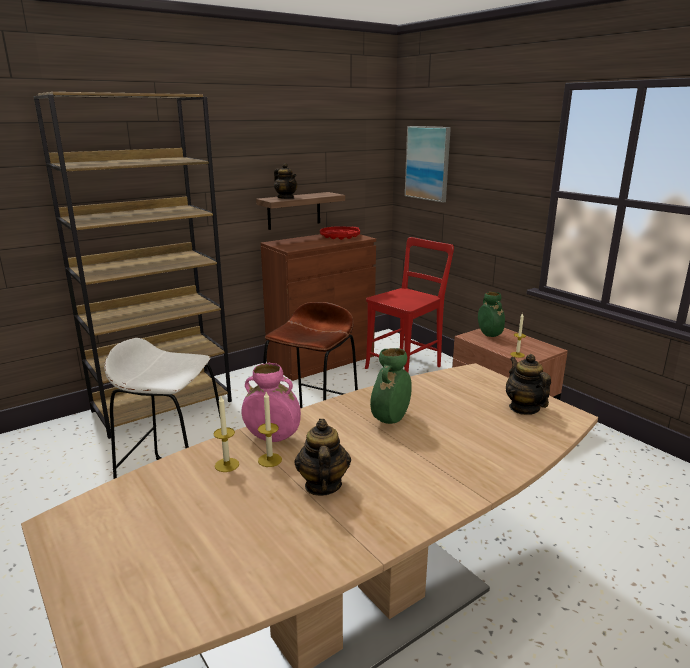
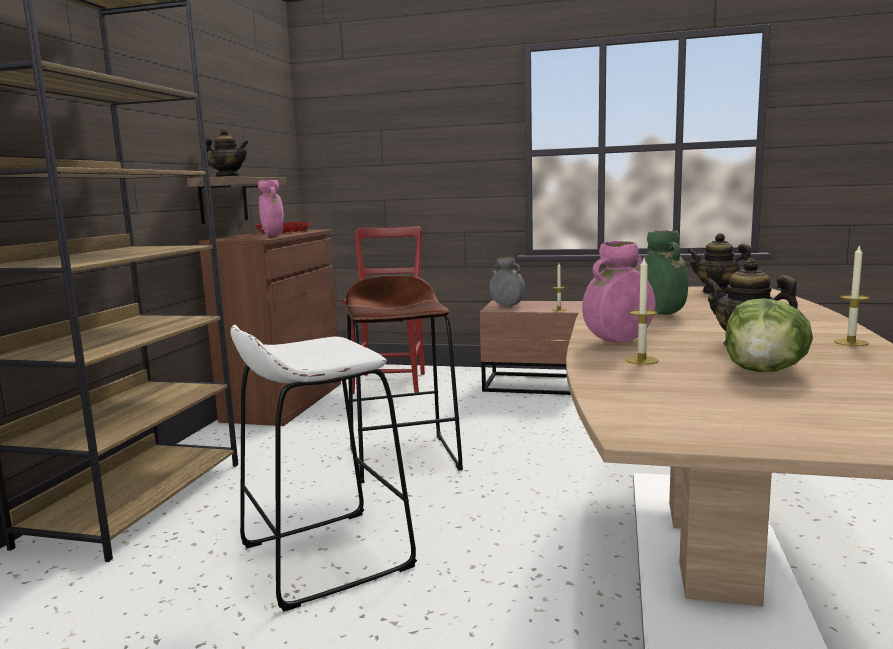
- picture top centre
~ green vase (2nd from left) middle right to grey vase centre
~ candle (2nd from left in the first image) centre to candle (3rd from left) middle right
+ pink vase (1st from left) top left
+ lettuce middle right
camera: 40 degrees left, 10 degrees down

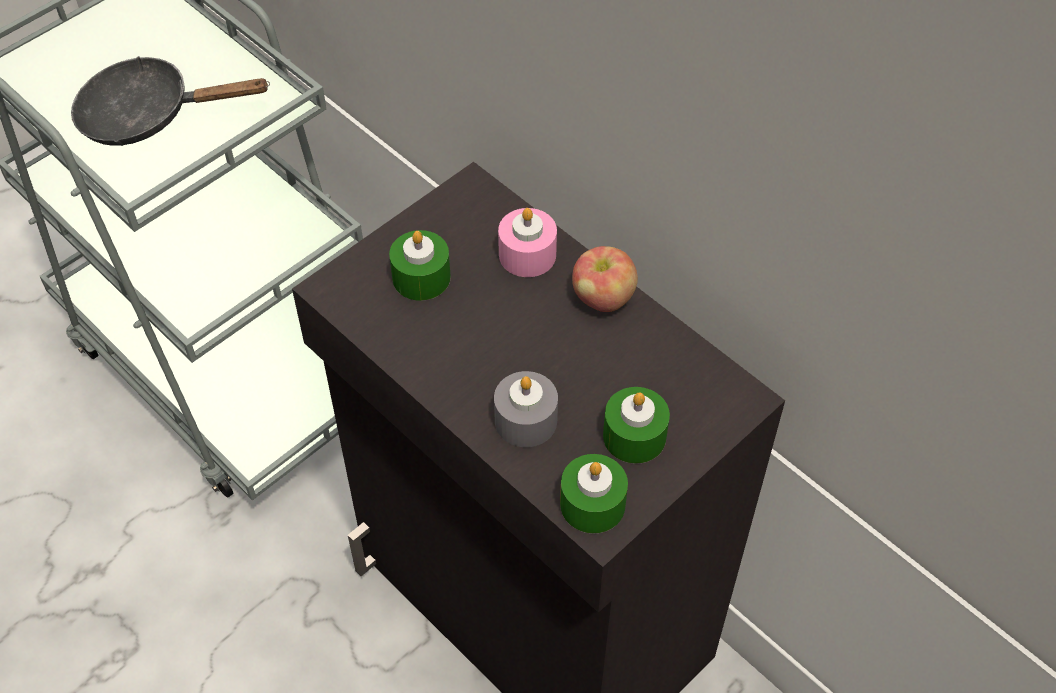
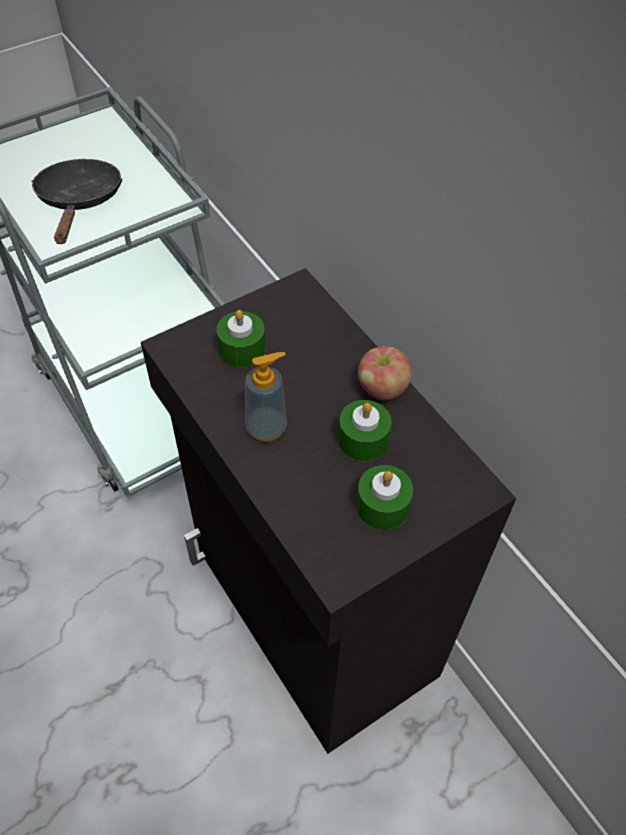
~ black frying pan top left = top left 75 degrees clockwise
- pink candle centre
- grey candle centre
~ green candle (2nd from left) bottom centre to centre
+ soap dispenser centre
camera: 10 degrees right, 0 degrees up

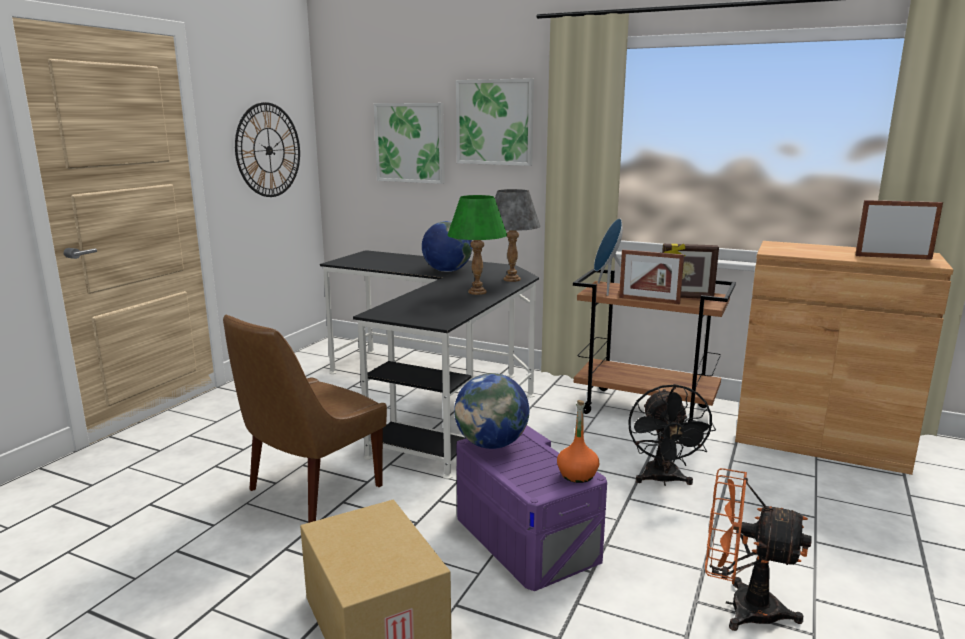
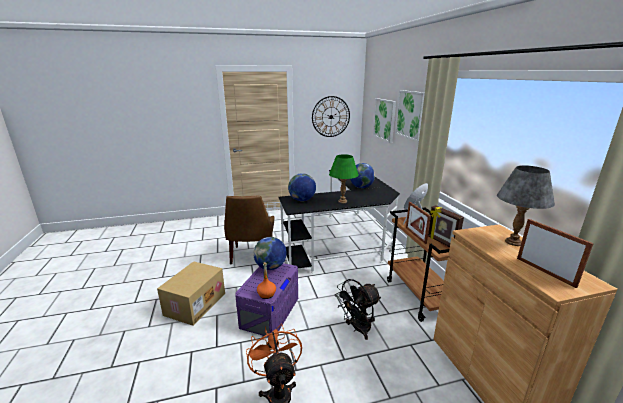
~ grey table lamp centre to middle right
~ brown chair middle left = centre 90 degrees counterclockwise
+ globe (2nd from left) centre
camera: 50 degrees right, 5 degrees up

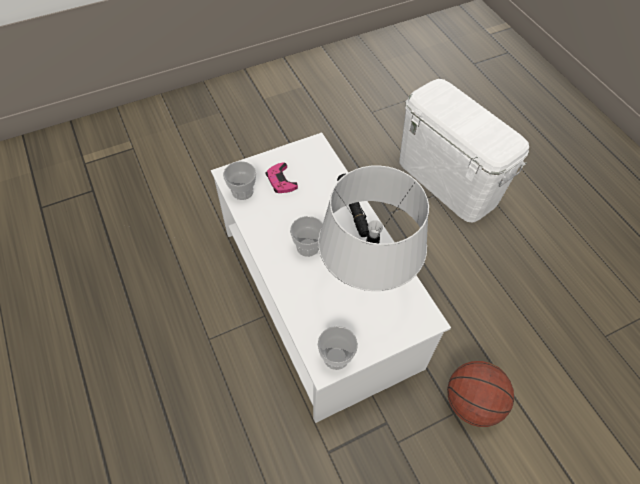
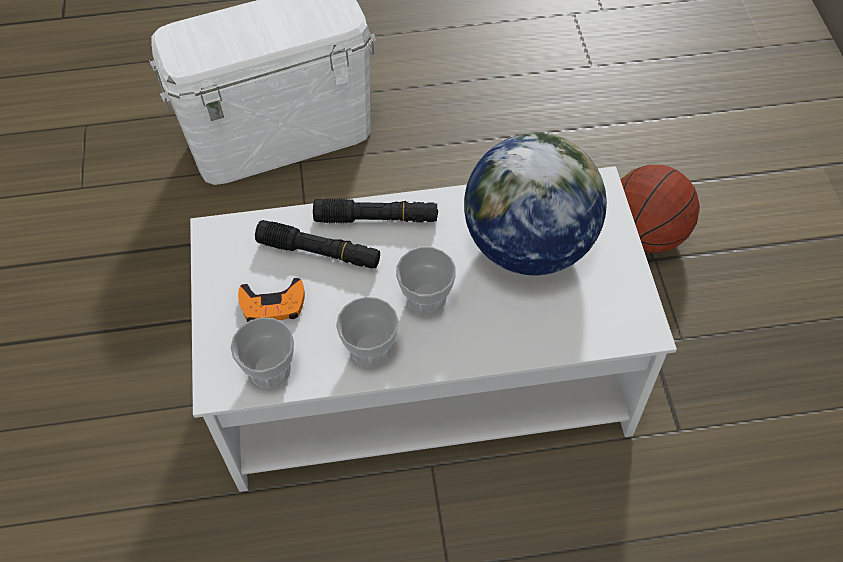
~ pink game controller centre to orange game controller middle left
~ grey table lamp centre to globe centre
~ cup (3rd from left in the first image) bottom centre to cup (2nd from left) centre
+ black flashlight (1st from left) centre
camera: 70 degrees left, 0 degrees up

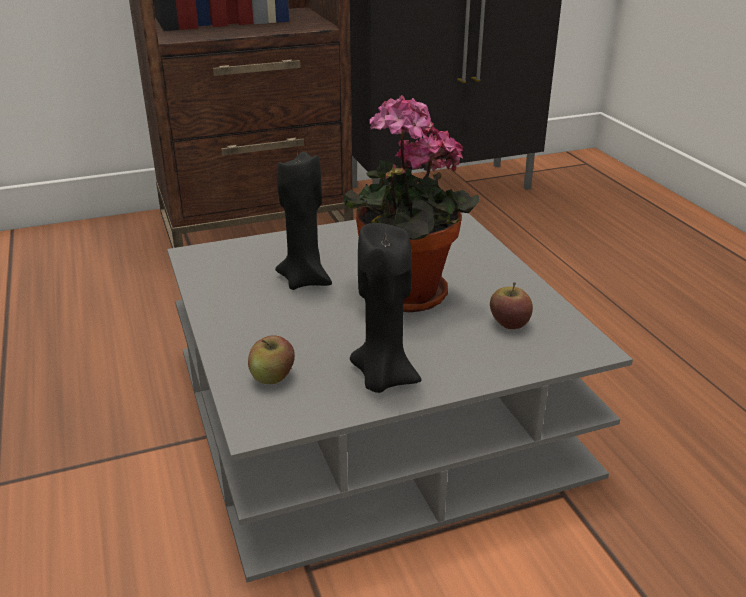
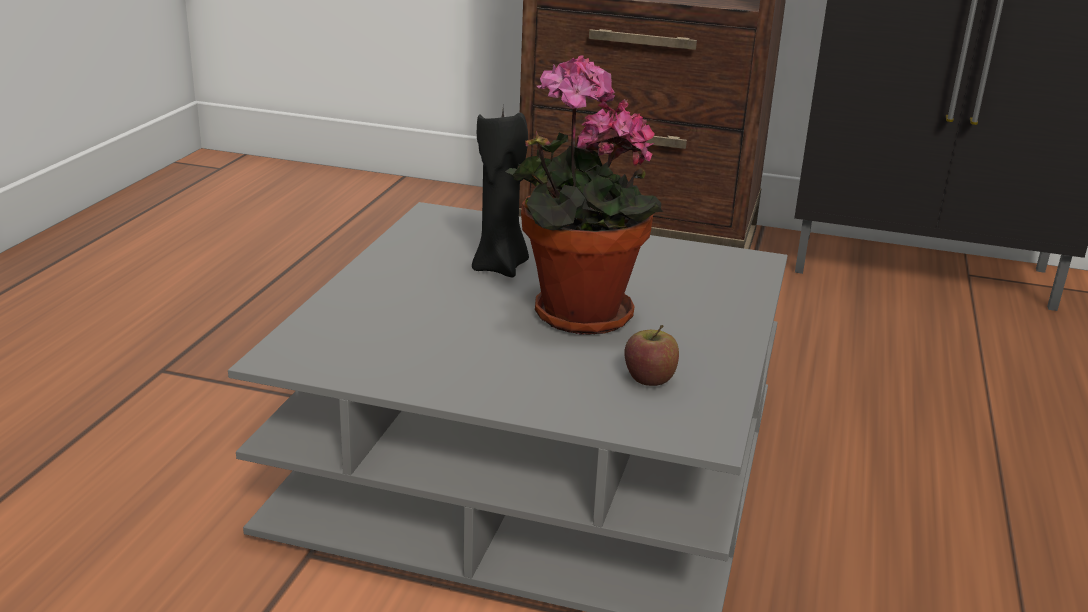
- black candle (2nd from left) centre
- apple (1st from left) centre
camera: 35 degrees right, 5 degrees down

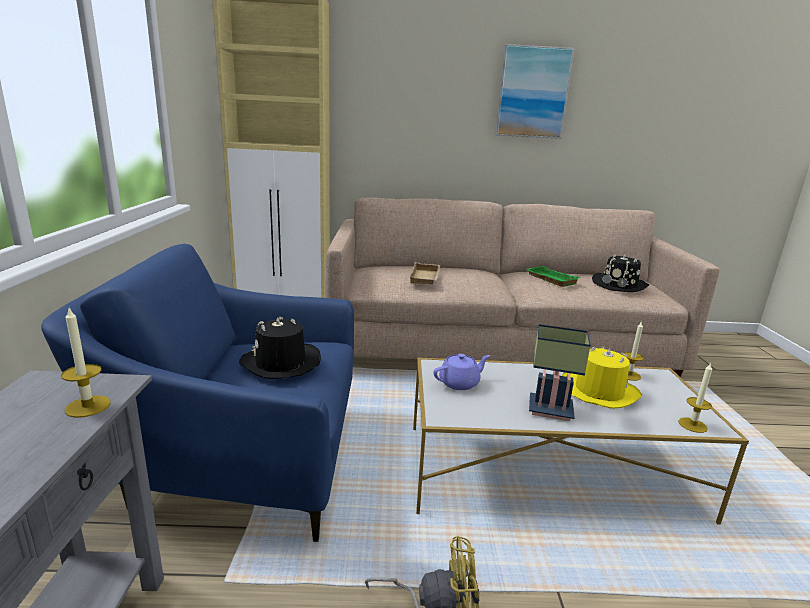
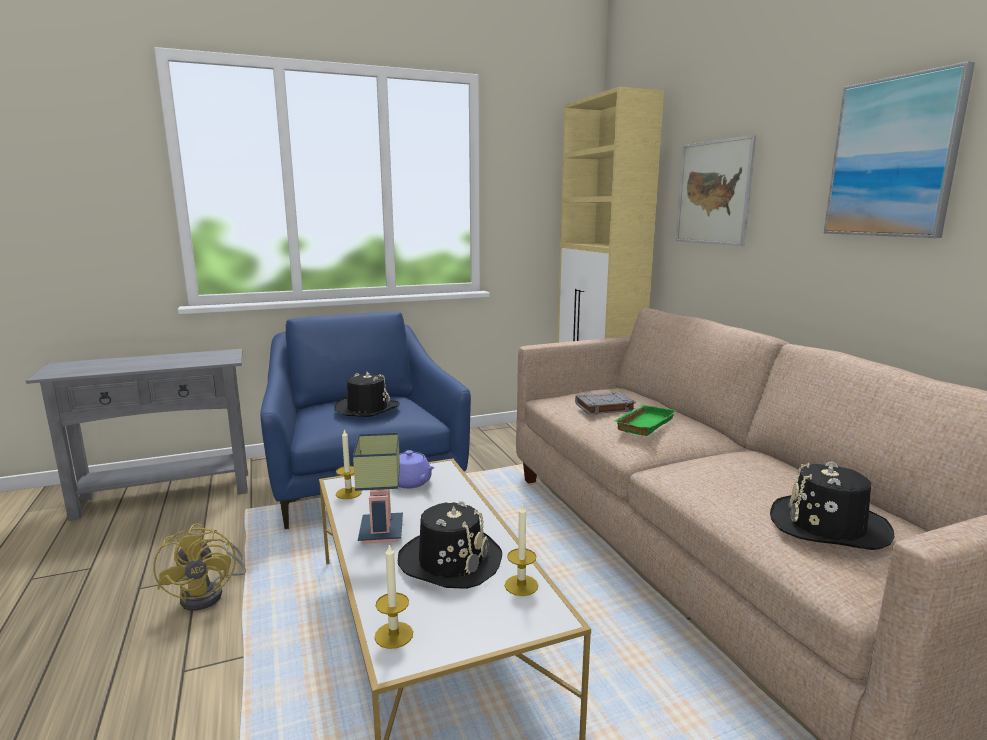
~ beige tray centre to grey book centre
~ green tray middle right to centre
~ candle (1st from left) middle left to centre
~ yellow hat middle right to black hat (2nd from left) bottom centre
+ picture (1st from left) top right
camera: 70 degrees right, 5 degrees down

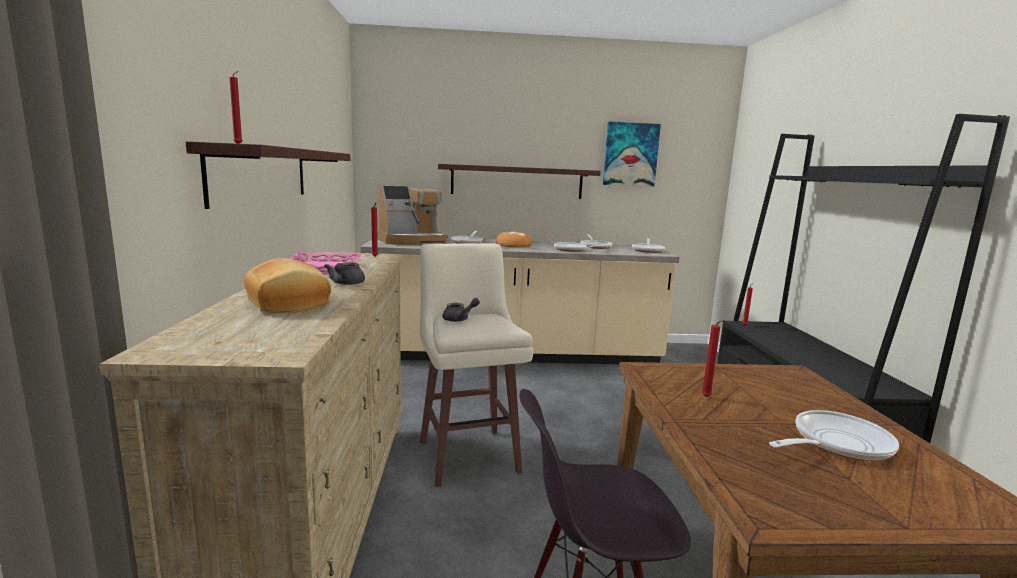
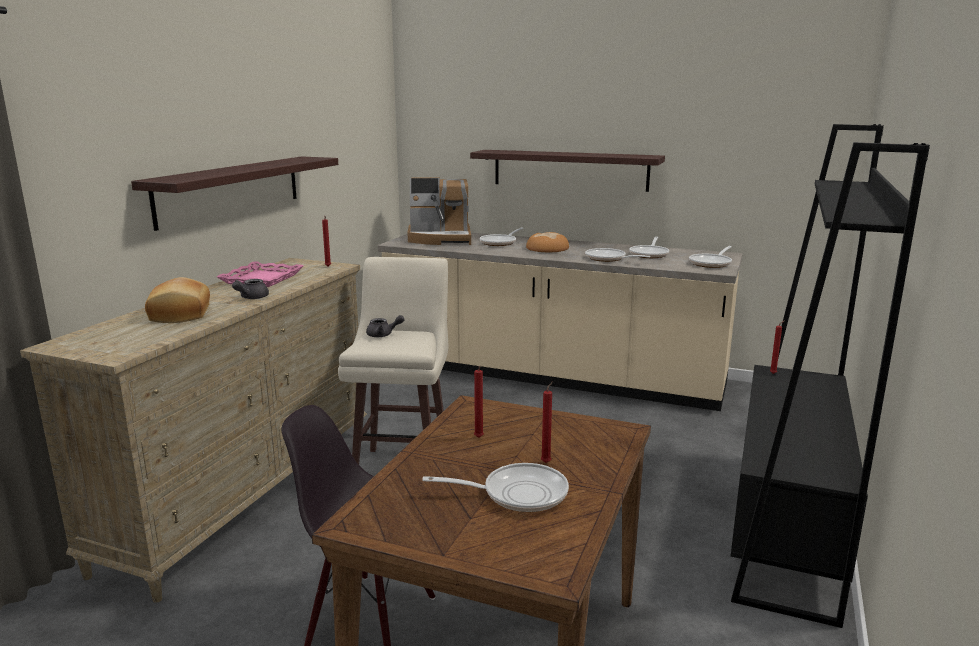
~ red candle (1st from left in the first image) top left to red candle (3rd from left) centre
- picture top centre
camera: 25 degrees right, 5 degrees up

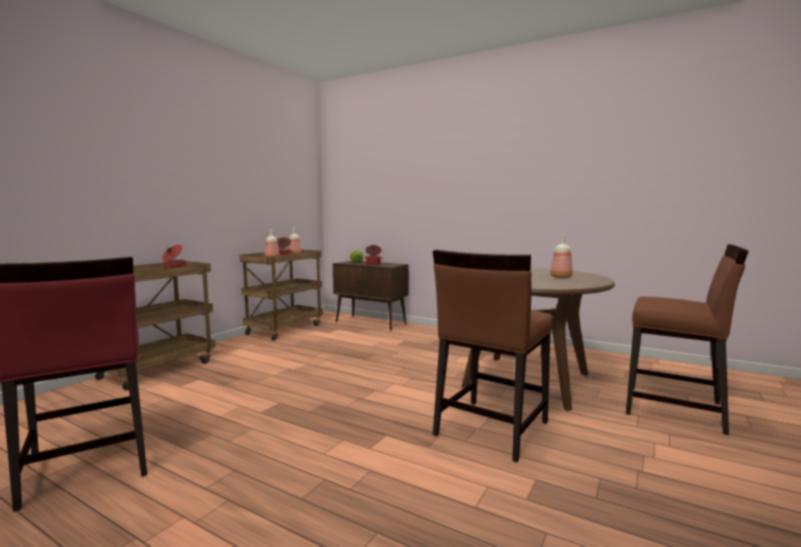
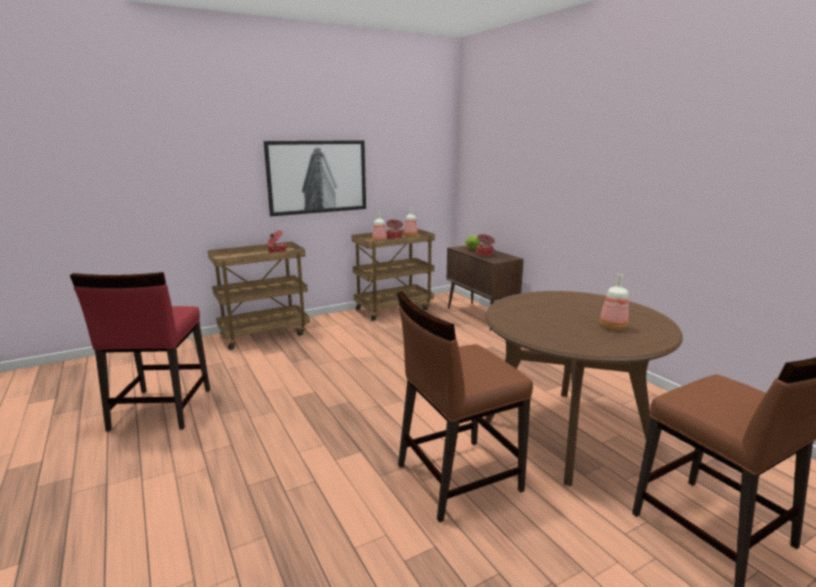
+ picture top centre
camera: 30 degrees right, 10 degrees up

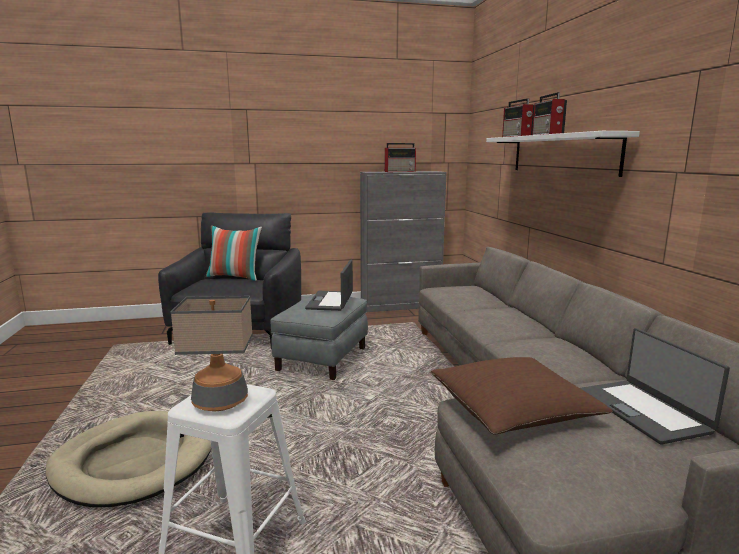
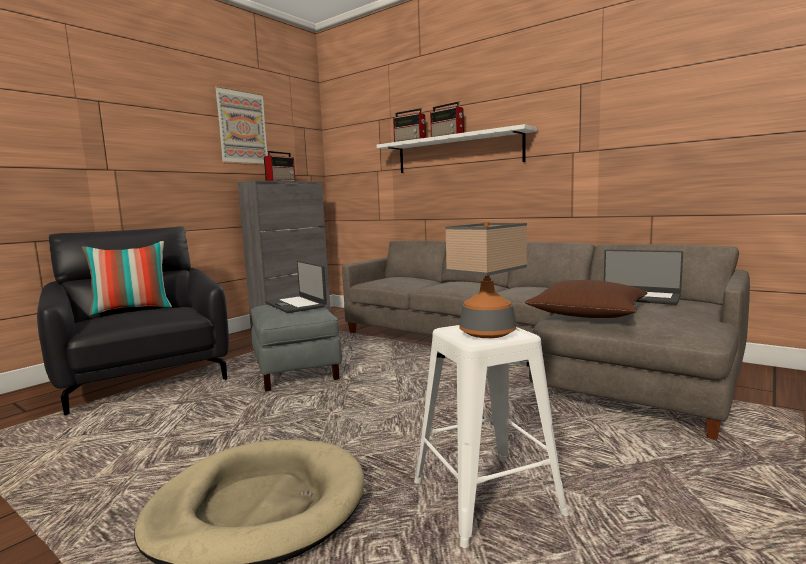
+ picture top left
camera: 40 degrees left, 5 degrees down

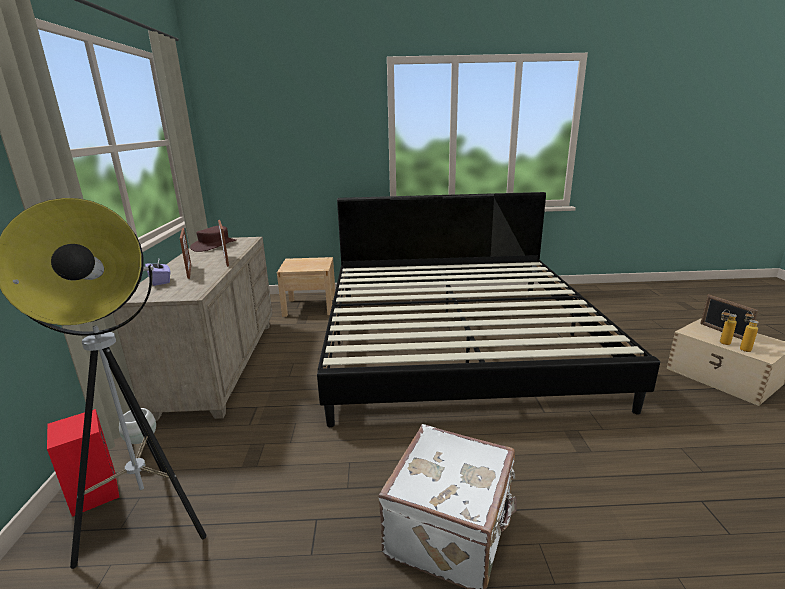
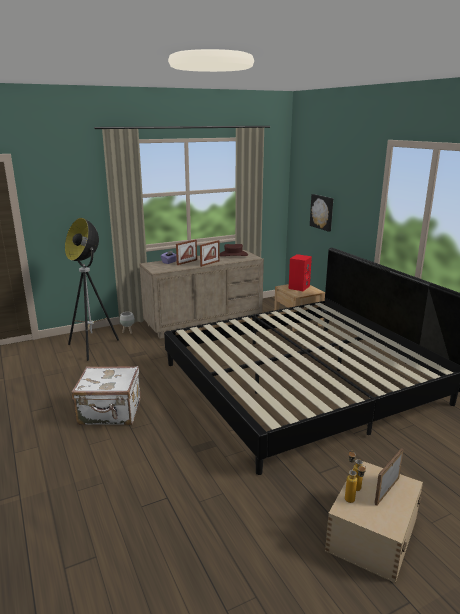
~ red speaker bottom left to centre
+ picture middle right
camera: 65 degrees right, 0 degrees up

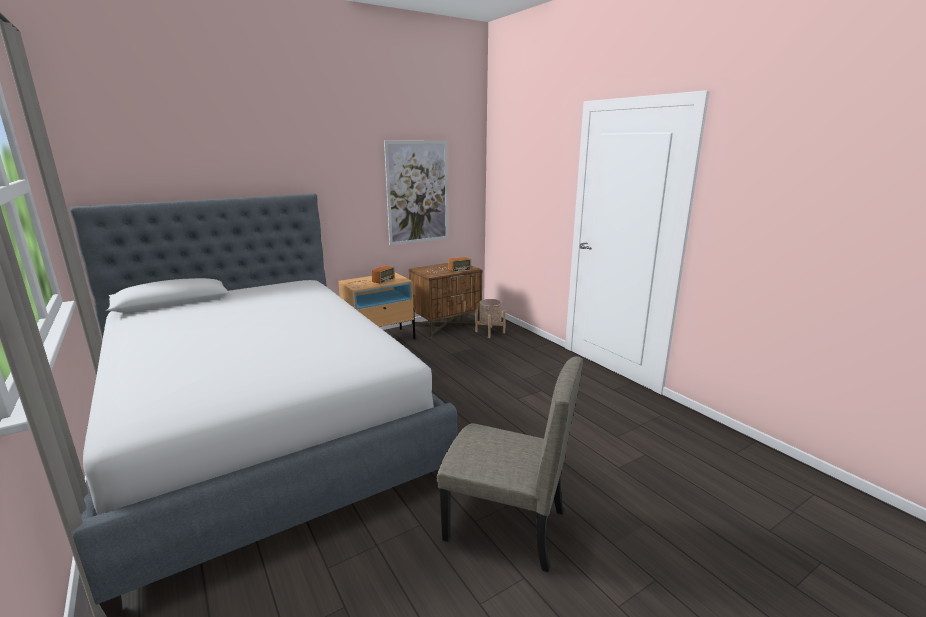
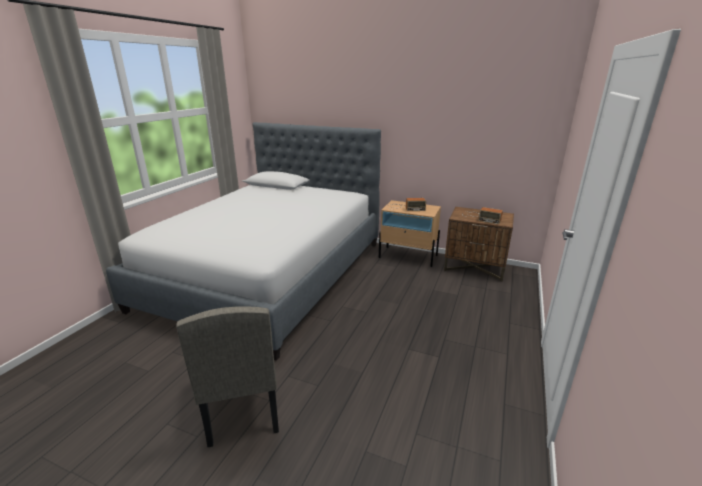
- picture top centre
- beige planter centre
camera: 55 degrees right, 5 degrees up

